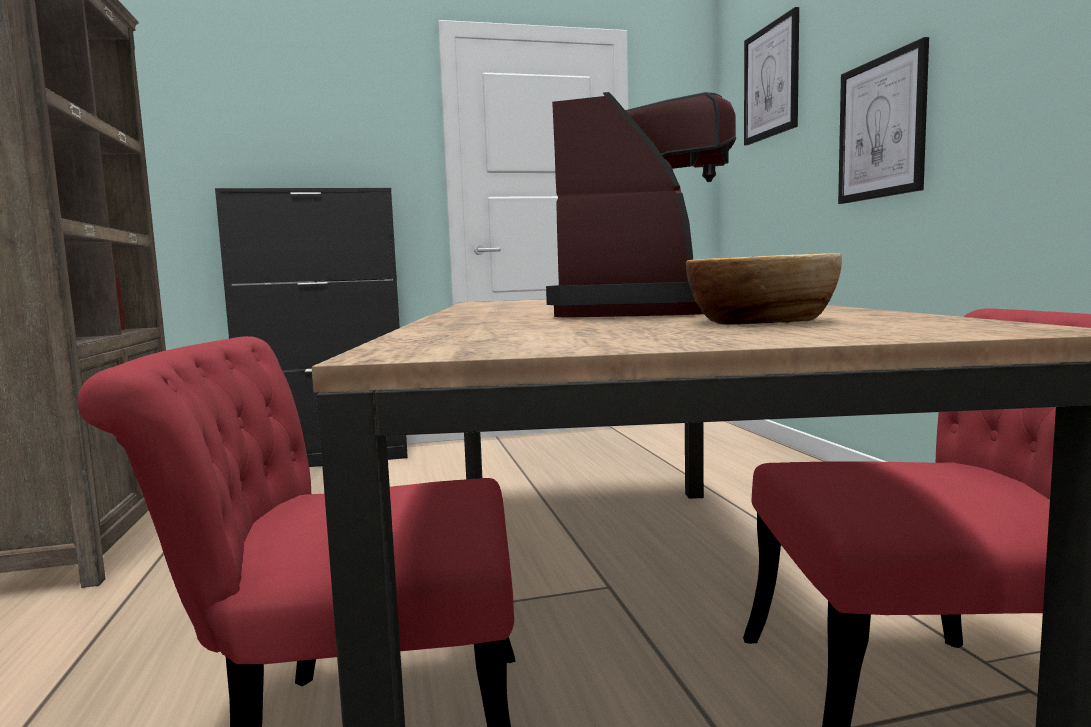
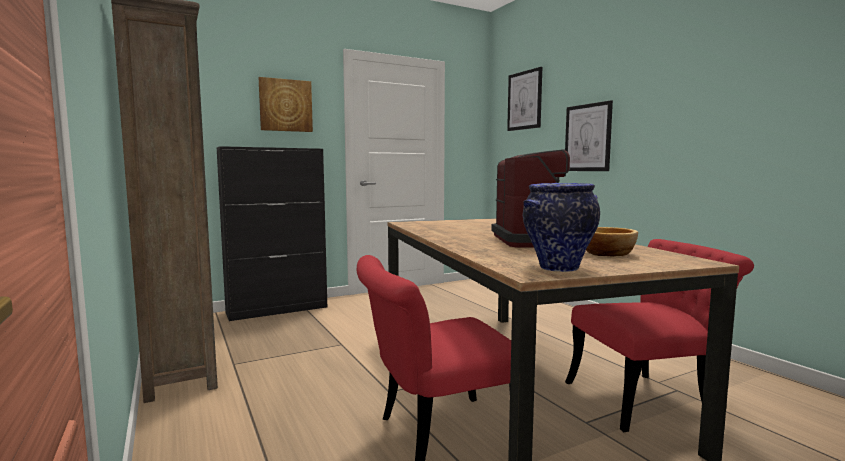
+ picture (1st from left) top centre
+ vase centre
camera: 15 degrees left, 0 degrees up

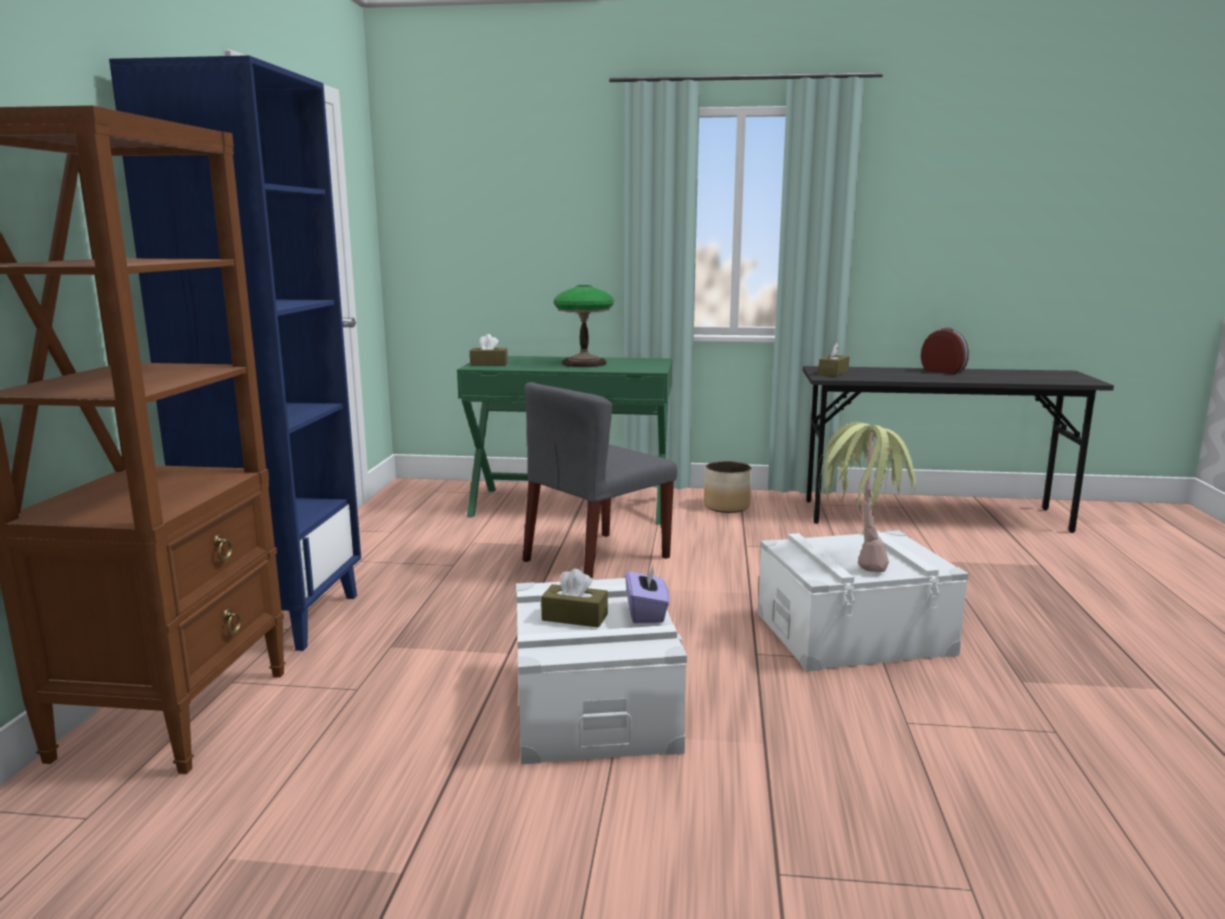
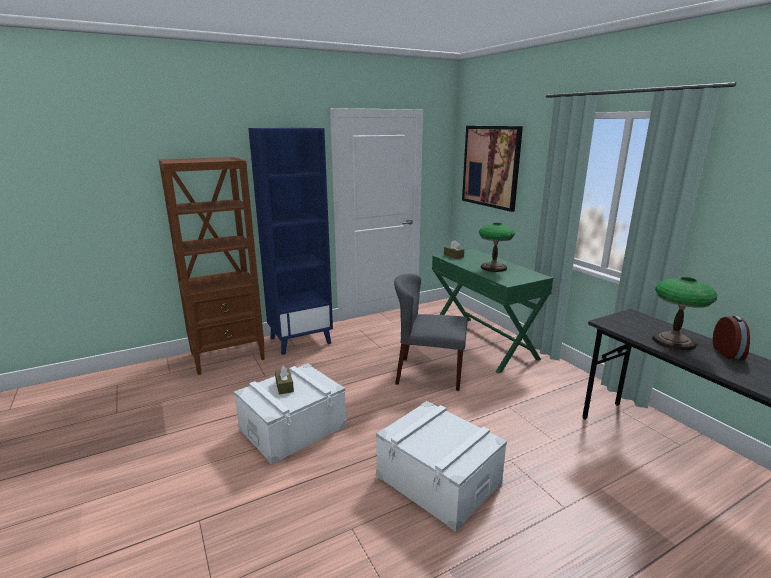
- brown tissue box (3rd from left) middle right
- potted plant middle right
- planter centre
- purple tissue box centre
+ picture top centre
+ table lamp (2nd from left) middle right
camera: 55 degrees right, 5 degrees up

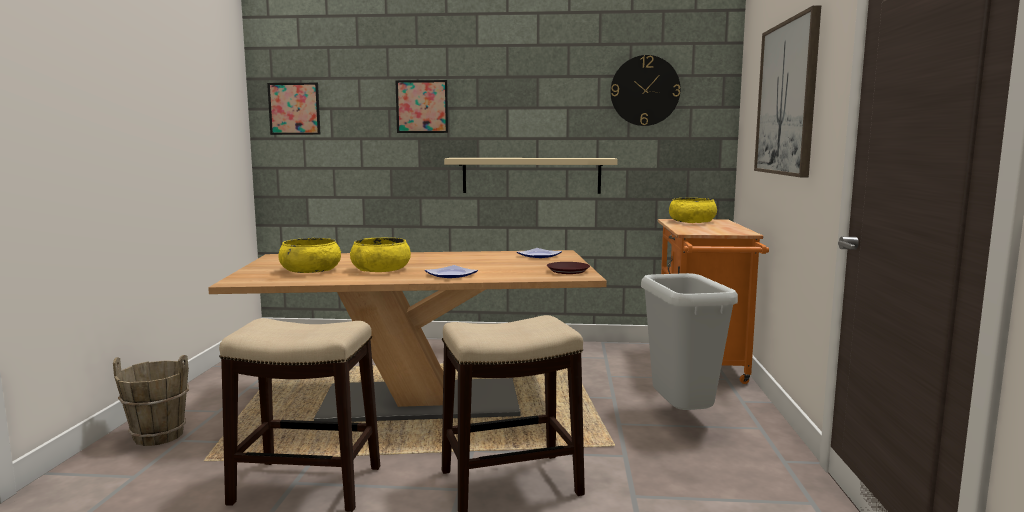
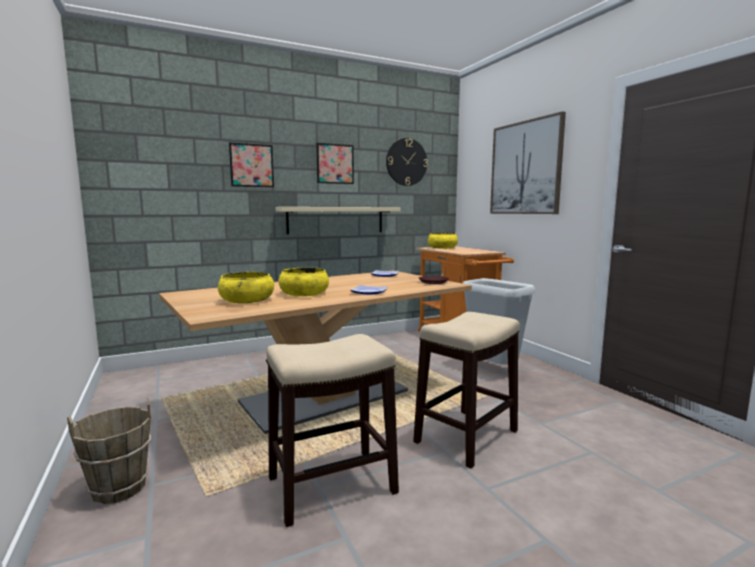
~ picture (1st from left in the first image) top left to picture (2nd from left) top centre
camera: 30 degrees left, 0 degrees up

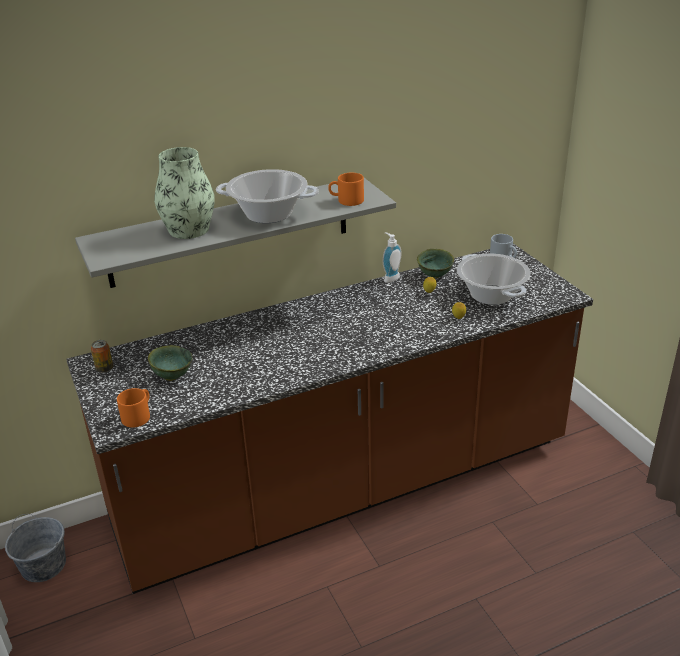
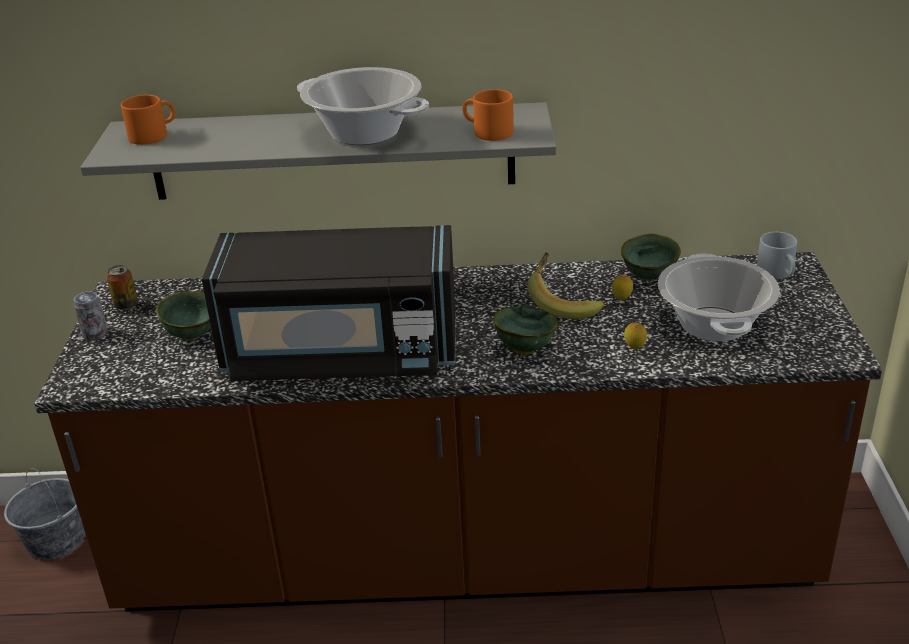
- vase top left
- soap dispenser centre
~ orange mug (1st from left) middle left to top left
+ black microwave centre
+ banana centre
+ can (1st from left) middle left
+ green bowl (2nd from left) centre
camera: 25 degrees right, 0 degrees up

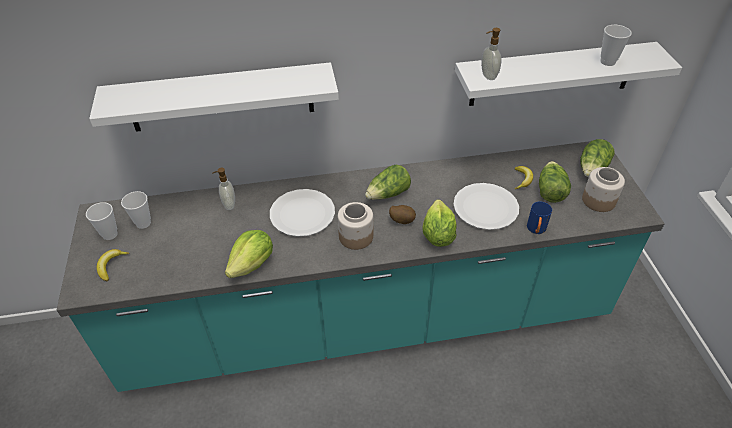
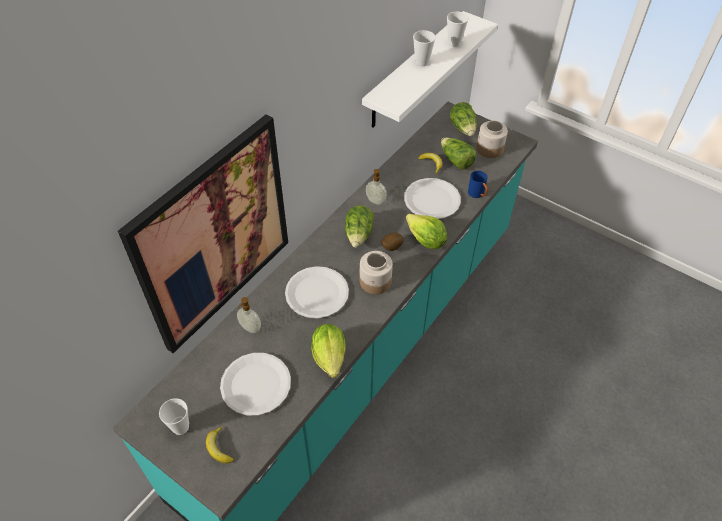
~ soap dispenser (2nd from left) top right to centre
~ white shelf (1st from left) top left to picture middle left
~ cup (2nd from left) middle left to top centre
+ white plate (1st from left) bottom centre
camera: 45 degrees left, 5 degrees up

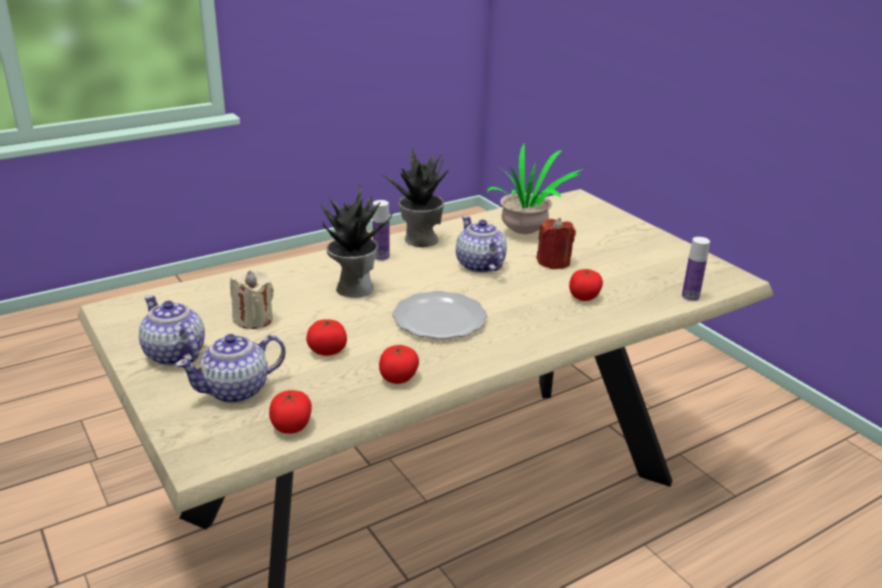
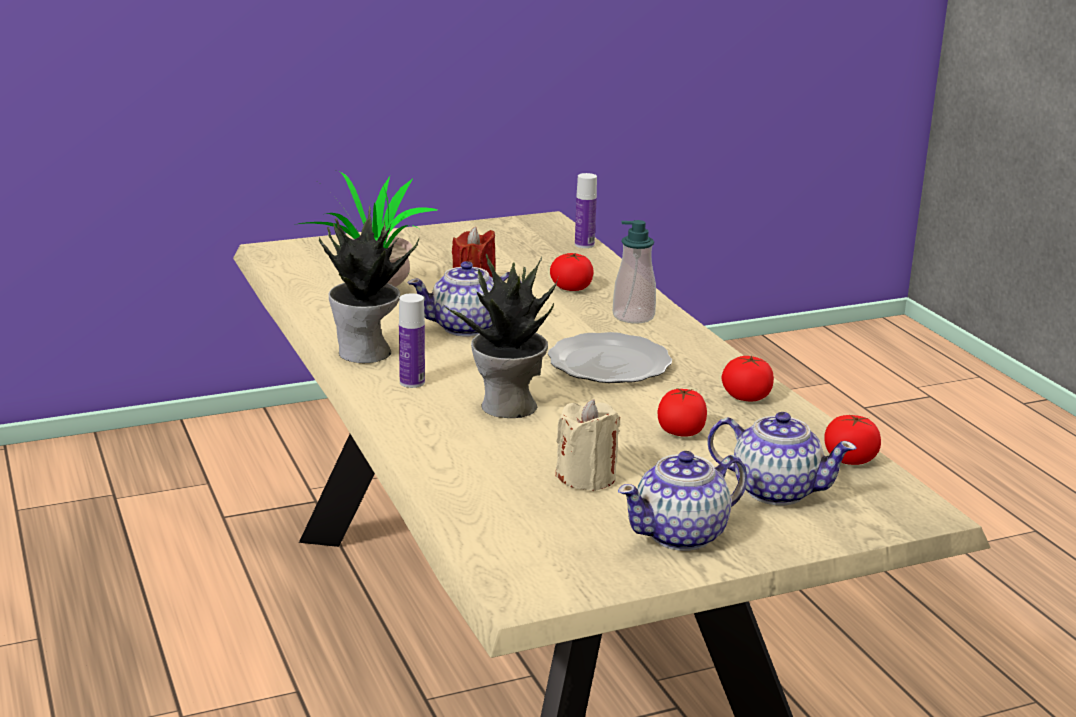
~ teapot (2nd from left in the first image) middle left = middle right 45 degrees counterclockwise
+ soap dispenser centre
camera: 80 degrees left, 5 degrees down

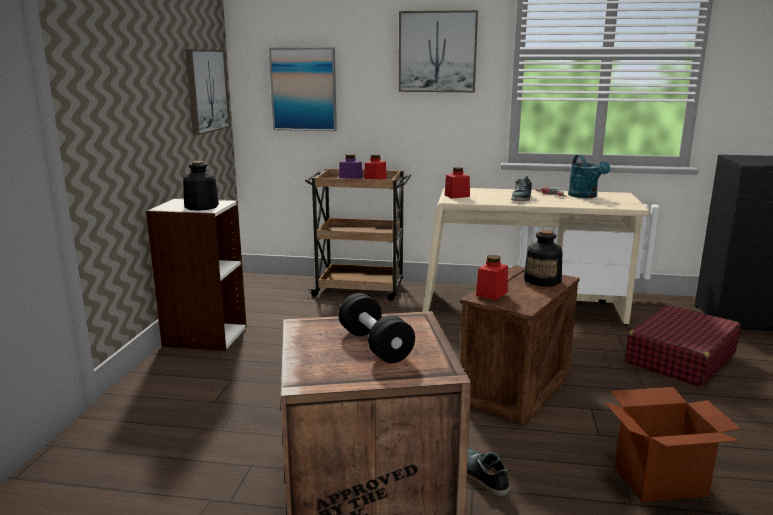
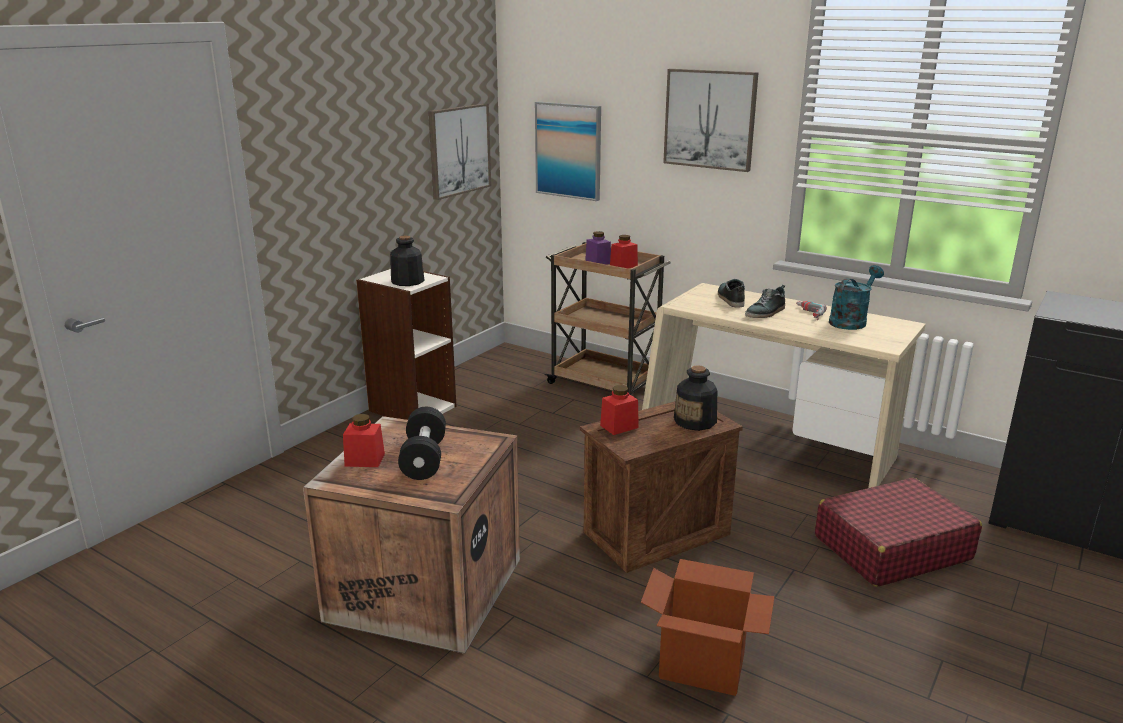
~ turquoise watering can middle right = middle right 150 degrees counterclockwise
~ red jar (2nd from left in the first image) centre to red jar (1st from left) middle left
~ shoe (1st from left) bottom centre to centre
camera: 25 degrees right, 5 degrees up

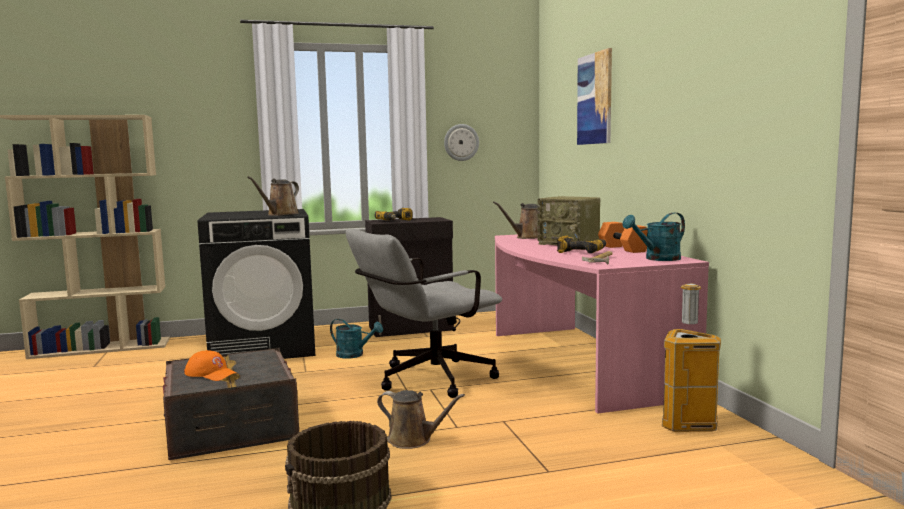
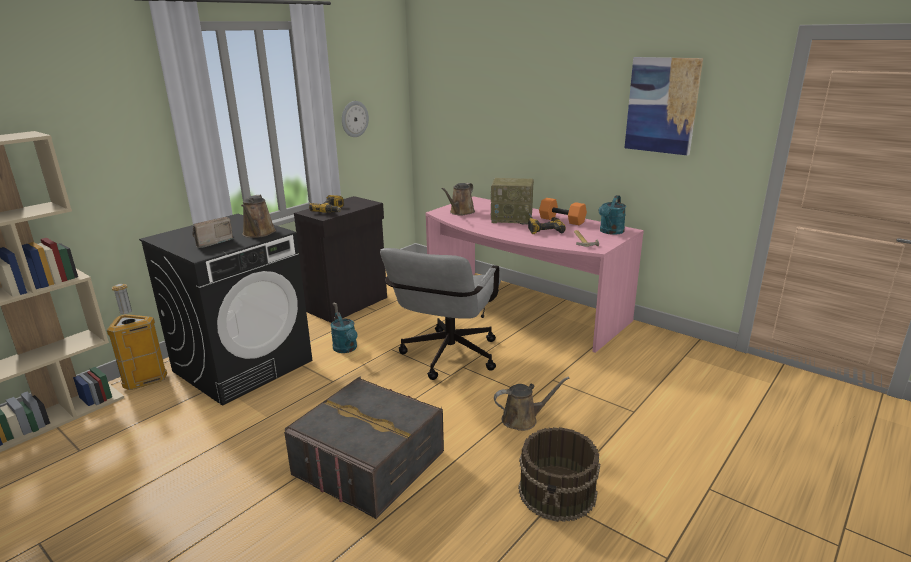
~ picture top centre to top right
~ trash can bottom right to middle left
~ turquoise watering can (1st from left) centre = centre 75 degrees clockwise
- orange cap bottom left
+ radio (1st from left) middle left
camera: 35 degrees left, 15 degrees up

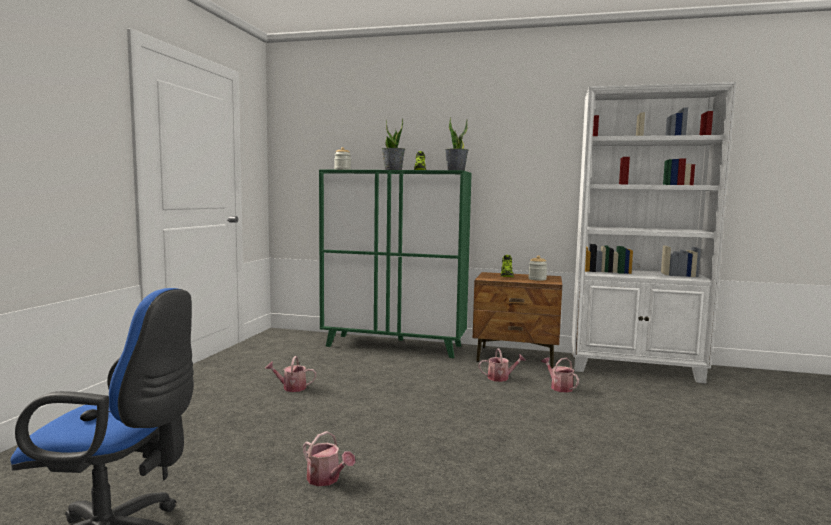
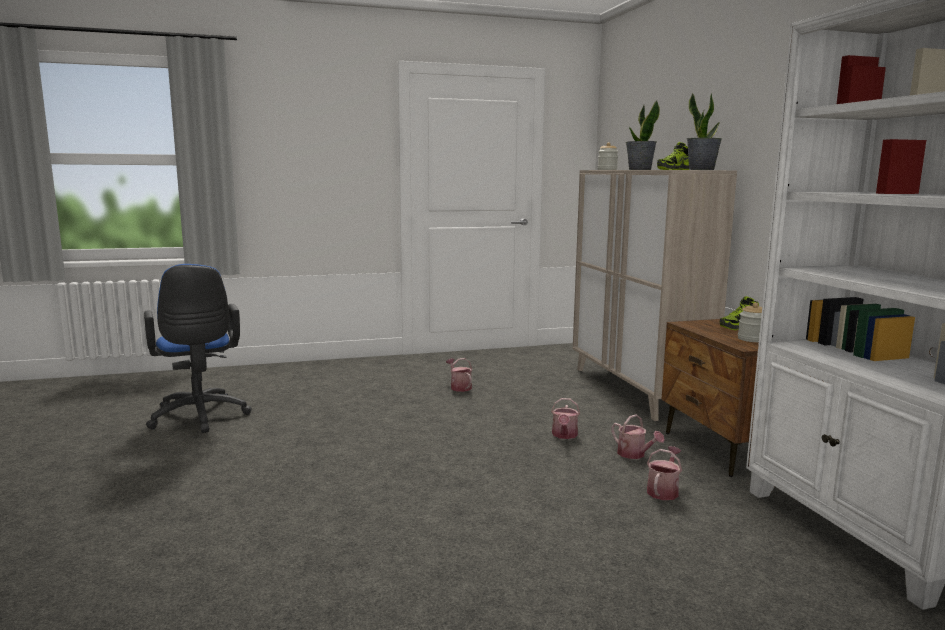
~ green cabinet centre to beige cabinet middle right
~ watering can (2nd from left) bottom centre to centre
camera: 60 degrees right, 5 degrees up

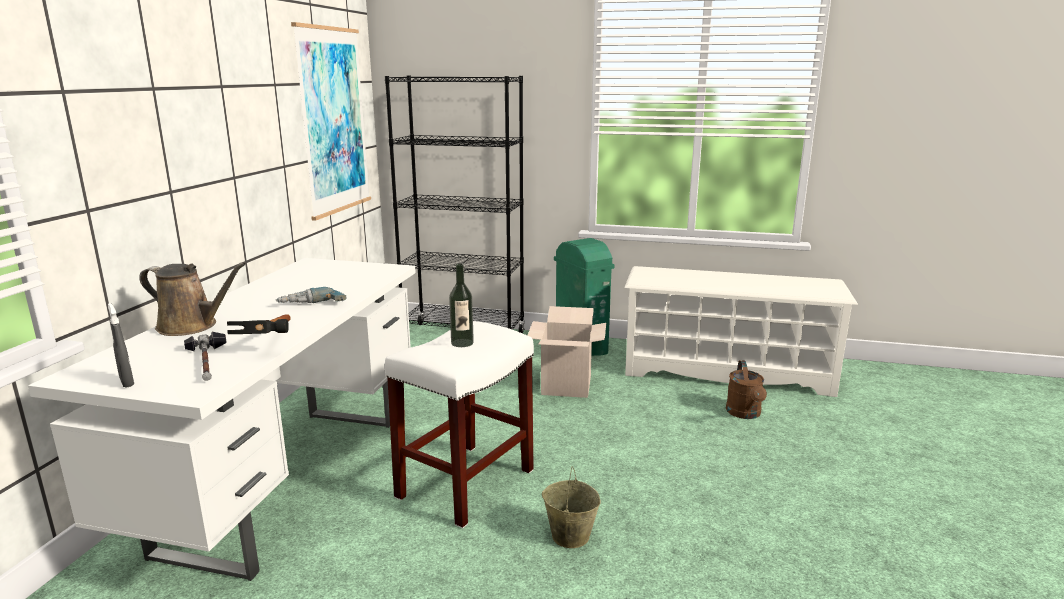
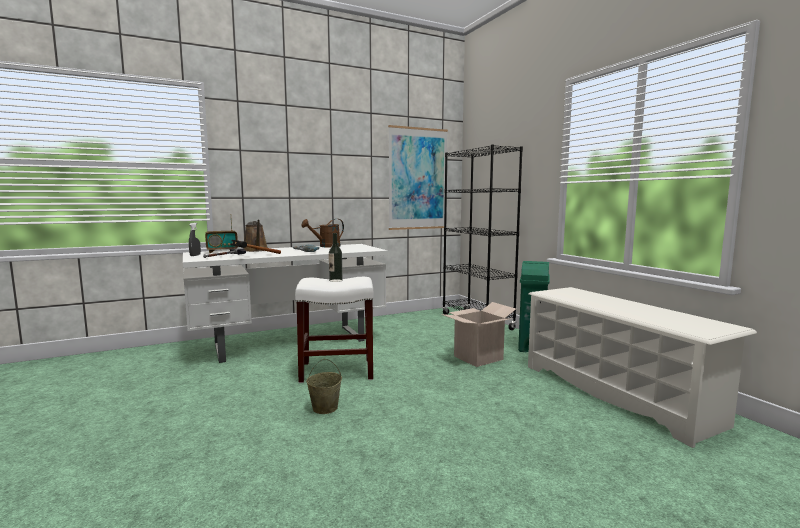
~ brown watering can (2nd from left) middle right to centre
+ radio middle left
camera: 50 degrees right, 10 degrees down

